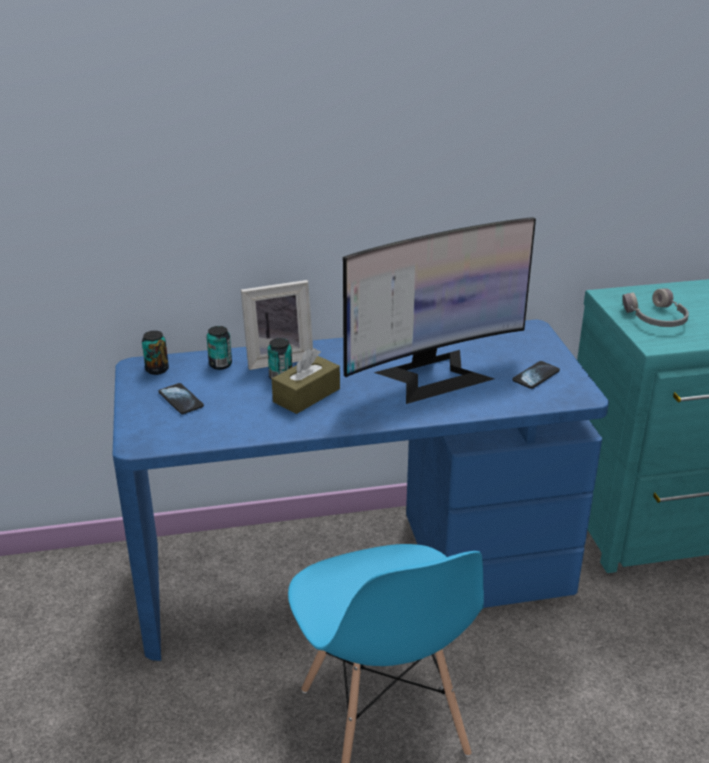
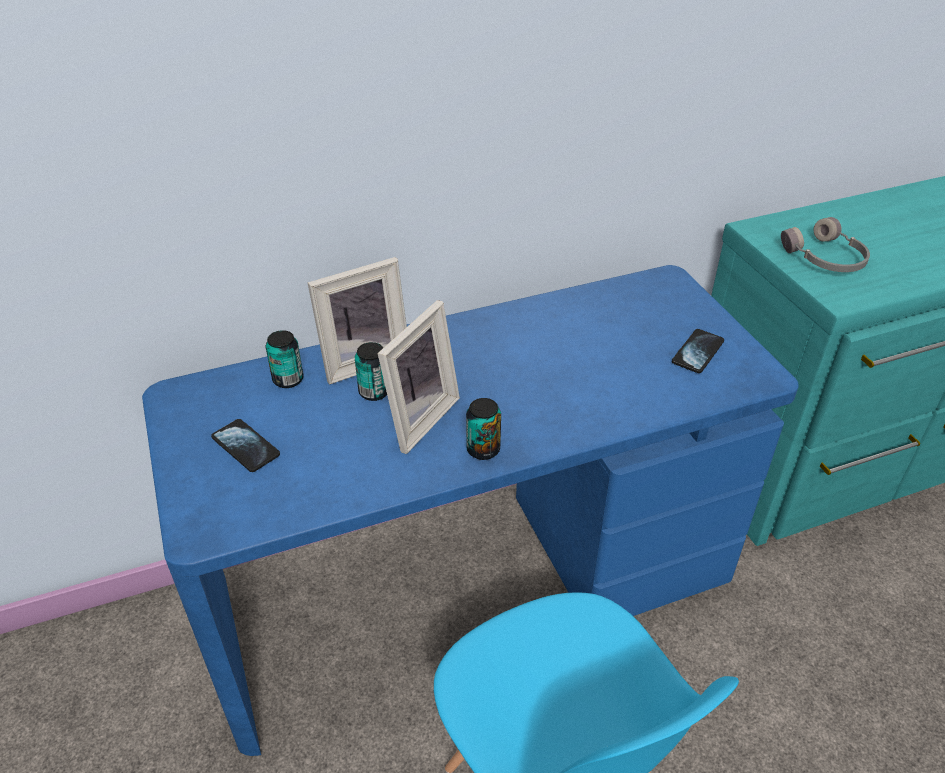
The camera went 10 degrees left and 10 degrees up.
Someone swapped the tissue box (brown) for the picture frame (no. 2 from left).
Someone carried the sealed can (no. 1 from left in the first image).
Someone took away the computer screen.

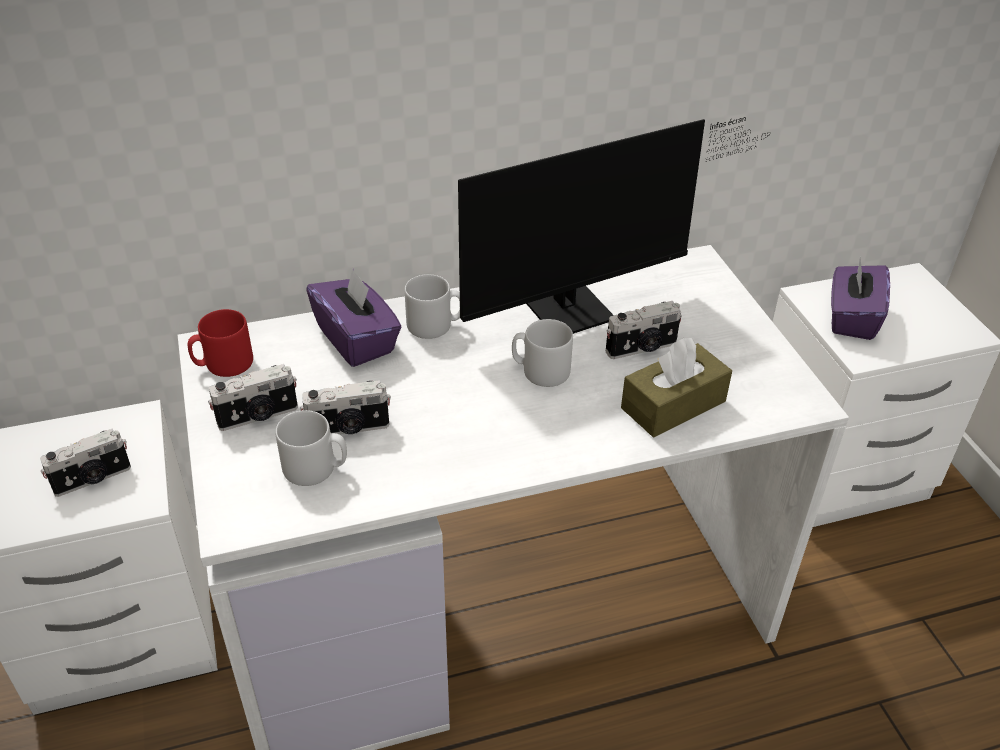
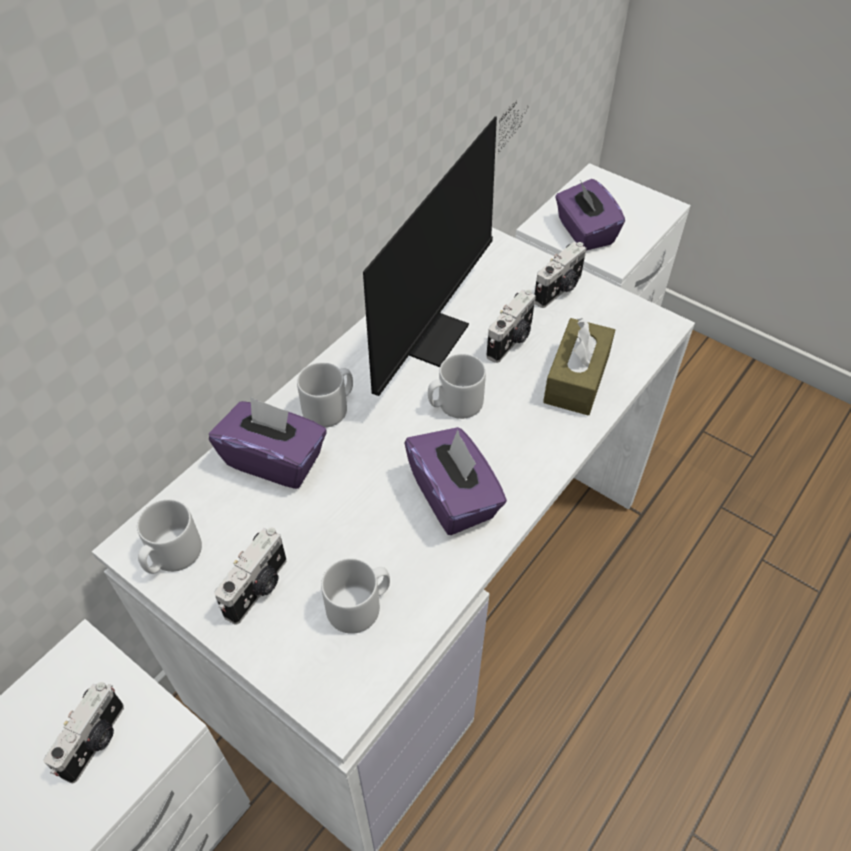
The camera went 35 degrees left and 10 degrees up.
Someone repainted the mug (red), which became the mug (greyish) (no. 1 from left).
Someone put down the tissue box (purplish) (no. 2 from left).
Someone carried the still camera (no. 3 from left in the first image).

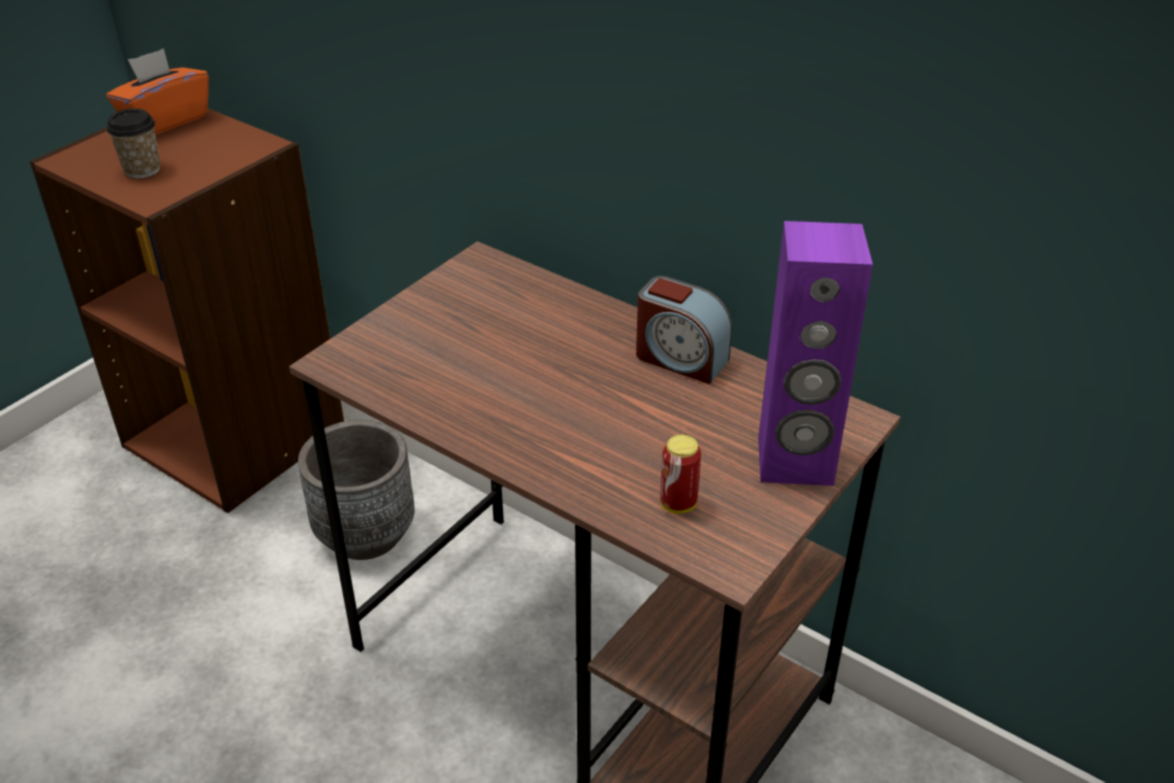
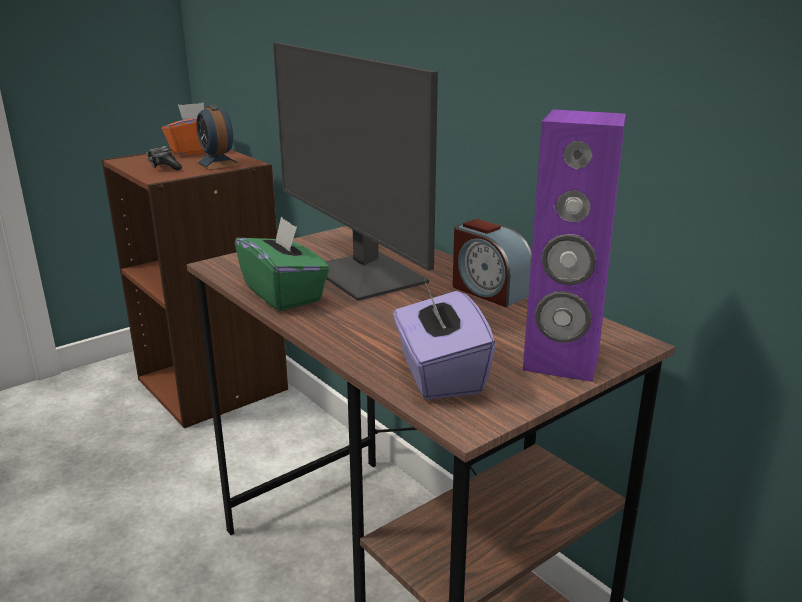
The camera went 15 degrees right and 15 degrees down.
Someone swapped the drinking cup for the game controller.
Someone put down the table clock (no. 1 from left).
Someone put down the tissue box (green-coloured).
Someone put down the computer screen.
Someone swapped the sealed can for the tissue box (purplish).
Someone took away the plant pot (greyish).

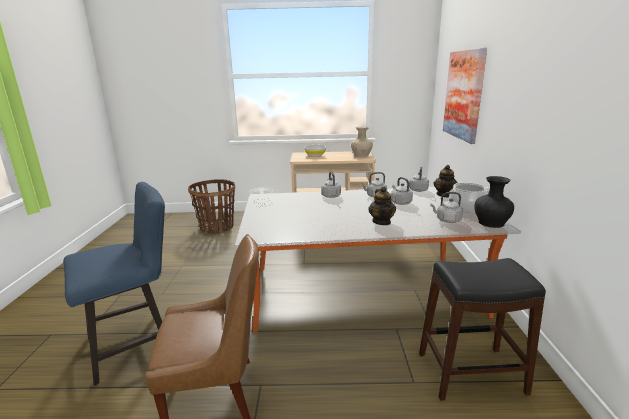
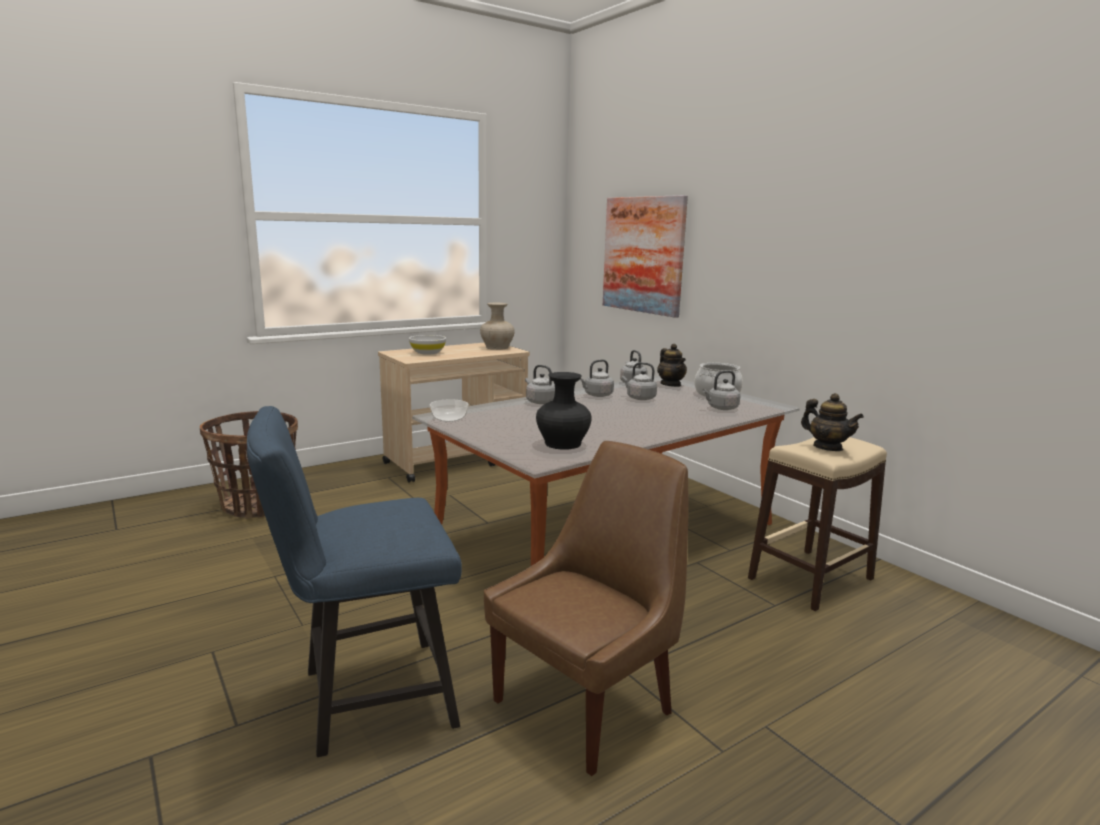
The camera went 35 degrees left and 5 degrees down.
Someone rotated the upright chair (blue) by 135 degrees counterclockwise.
Someone carried the vase (black).
Someone repainted the stool seat (black), which became the stool seat (beige).
Someone carried the teapot (no. 1 from left in the first image).

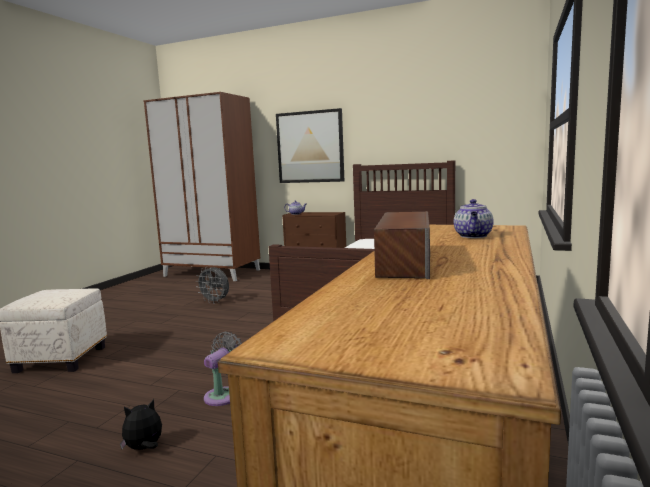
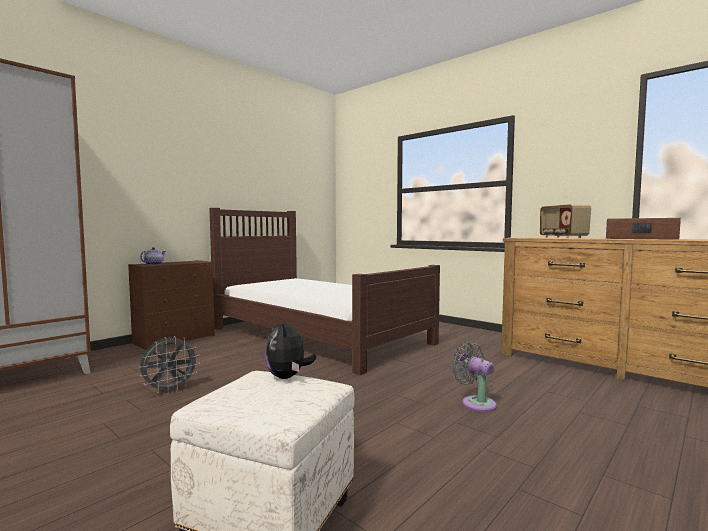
The camera went 70 degrees left and 5 degrees down.
Someone carried the cuddly toy.
Someone swapped the teapot (no. 2 from left) for the radio receiver.
Someone took away the picture.

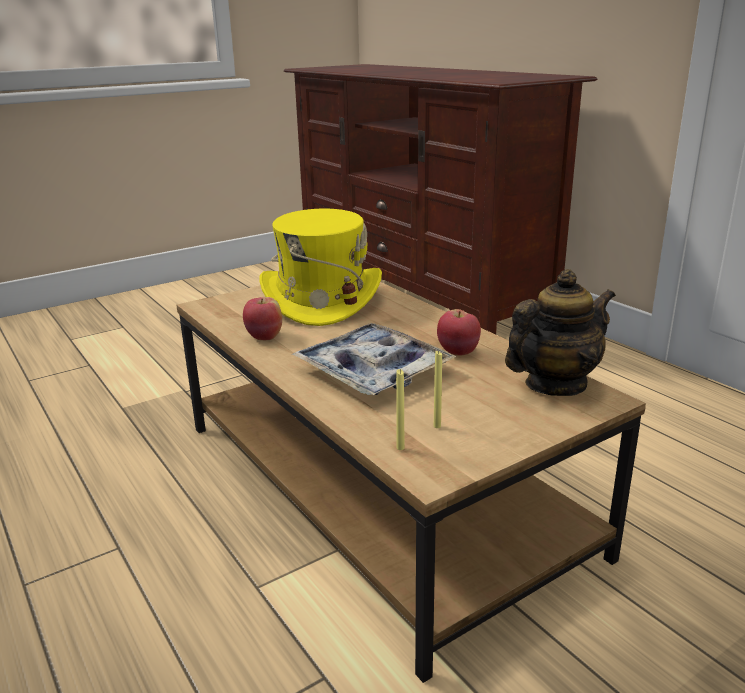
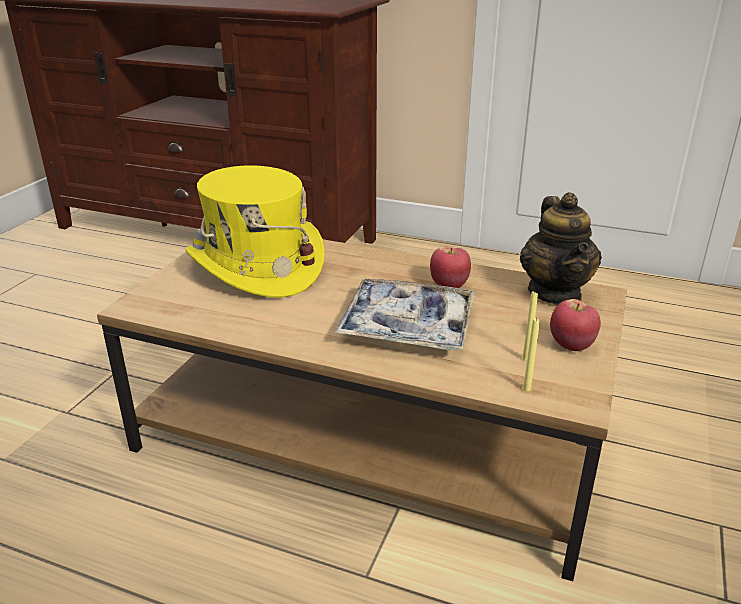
The camera went 35 degrees left and 5 degrees up.
Someone rotated the teapot by 150 degrees clockwise.
Someone carried the apple fruit (no. 1 from left in the first image).

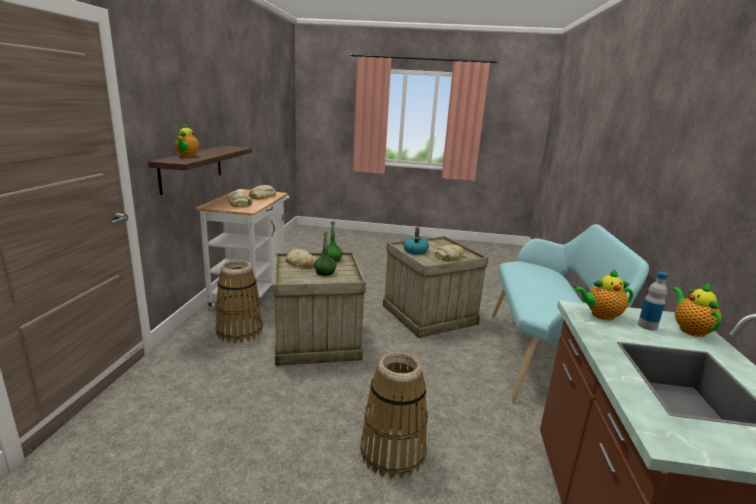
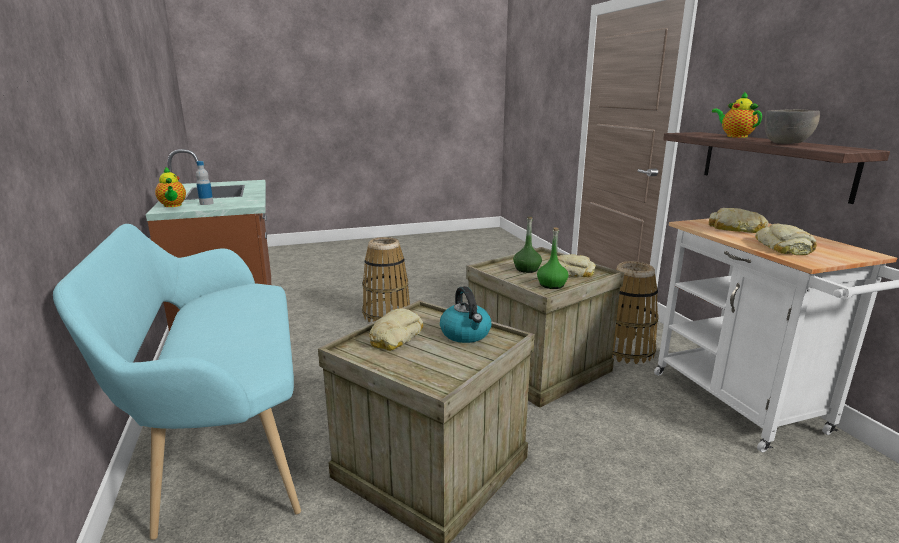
The camera went 155 degrees right and 0 degrees up.
Someone put down the serving bowl (greyish).
Someone took away the teapot (no. 2 from left).

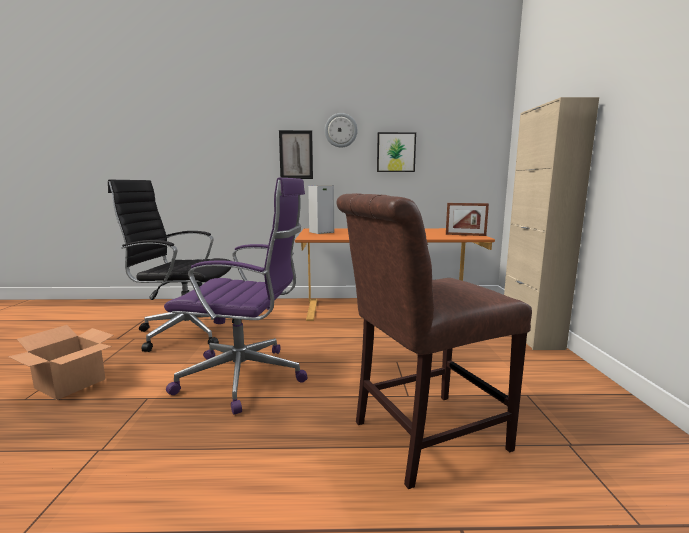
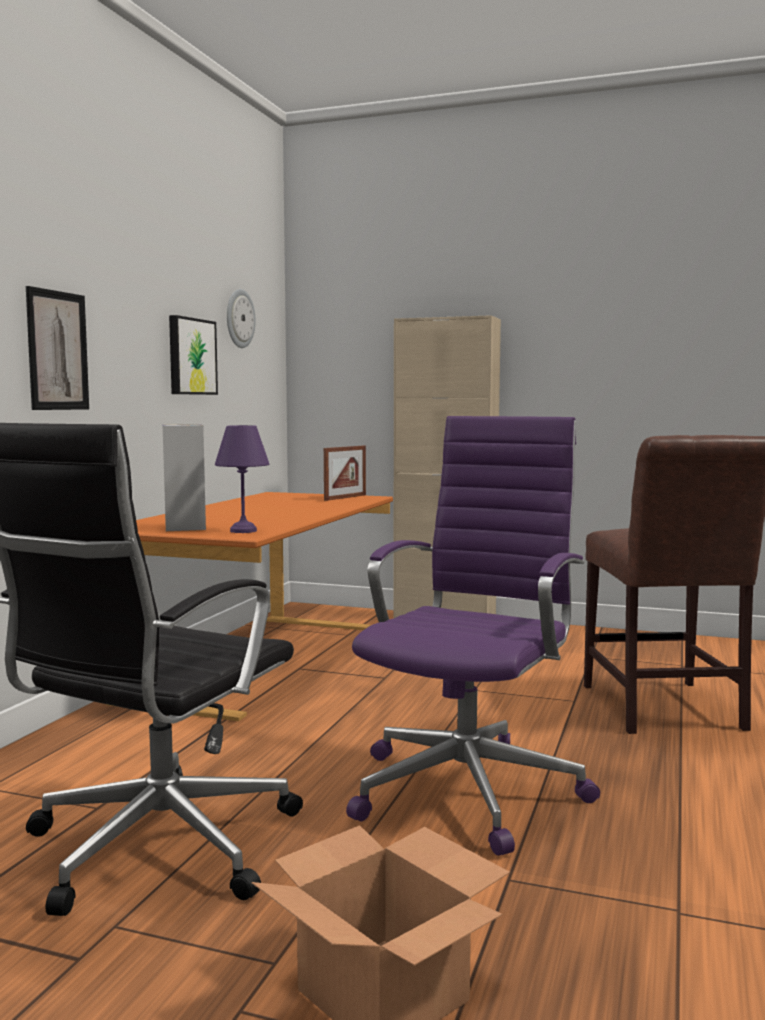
The camera went 70 degrees left and 5 degrees down.
Someone put down the tabletop lamp (purplish).
Someone carried the hanging clock.

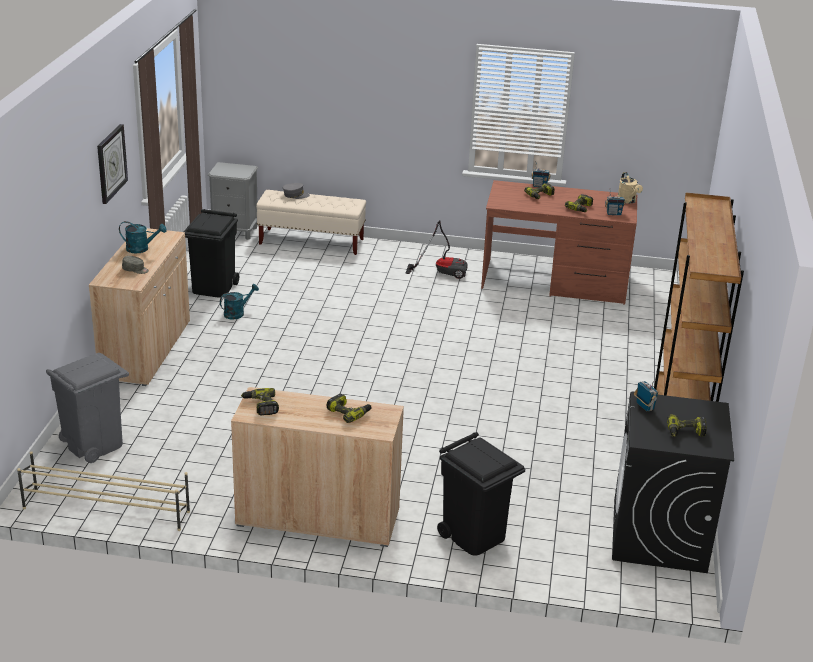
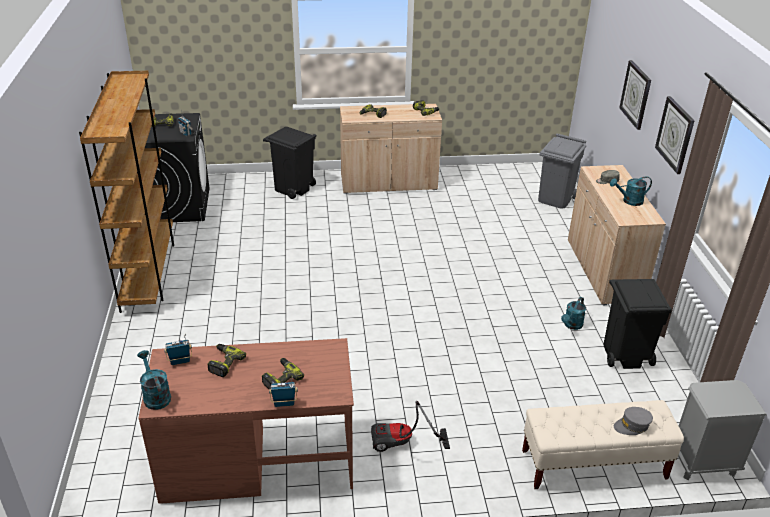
The camera went 165 degrees right and 5 degrees up.
Someone repainted the watering can (beige), which became the watering can (turquoise-coloured) (no. 1 from left).
Someone put up the hanging clock (no. 1 from left).
Someone took away the shoe shelf (beige).

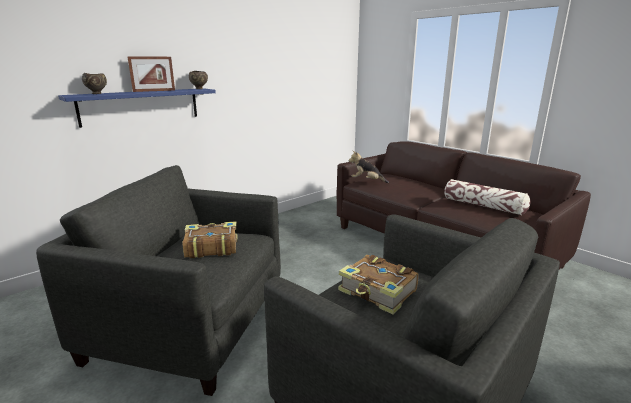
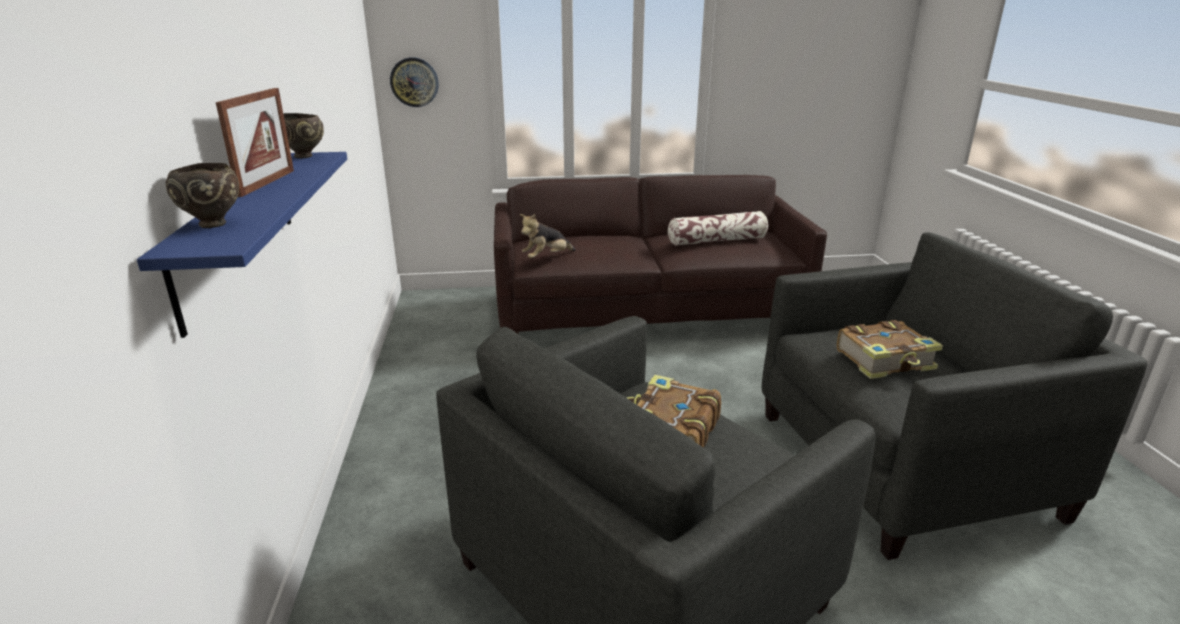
The camera went 55 degrees left and 5 degrees up.
Someone put up the hanging clock.

